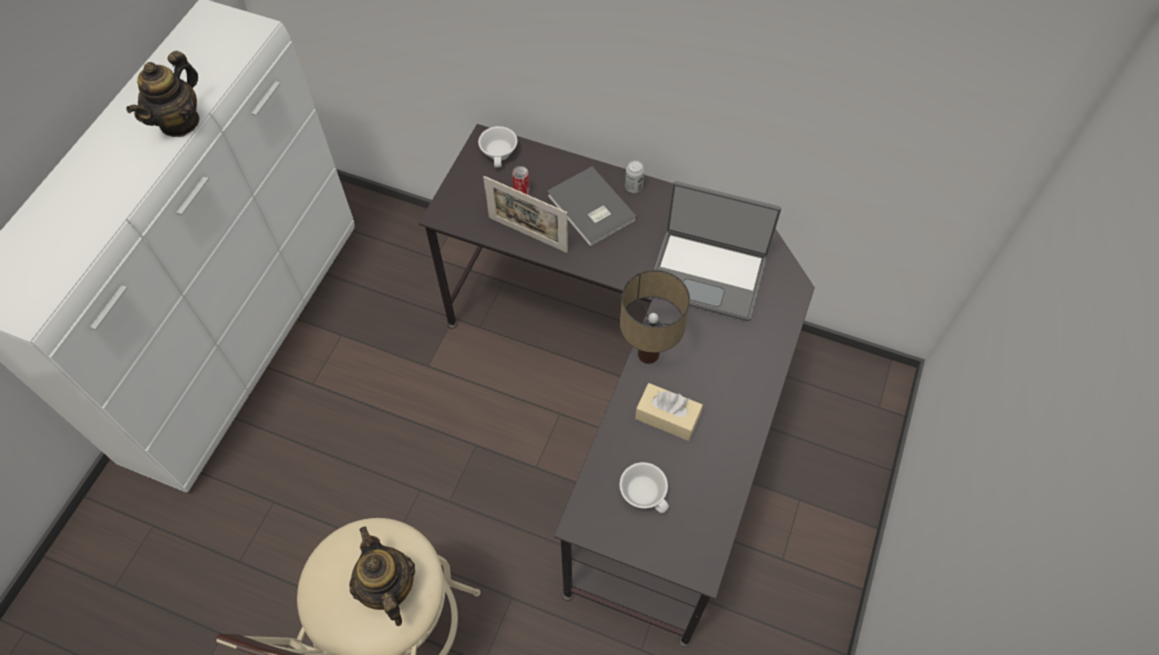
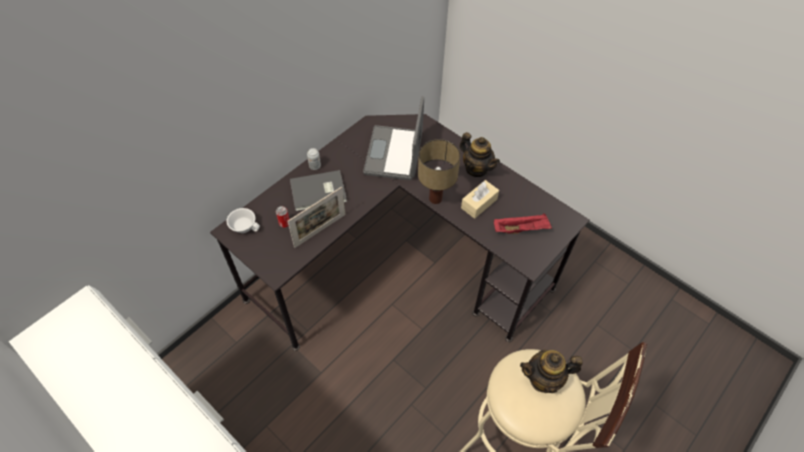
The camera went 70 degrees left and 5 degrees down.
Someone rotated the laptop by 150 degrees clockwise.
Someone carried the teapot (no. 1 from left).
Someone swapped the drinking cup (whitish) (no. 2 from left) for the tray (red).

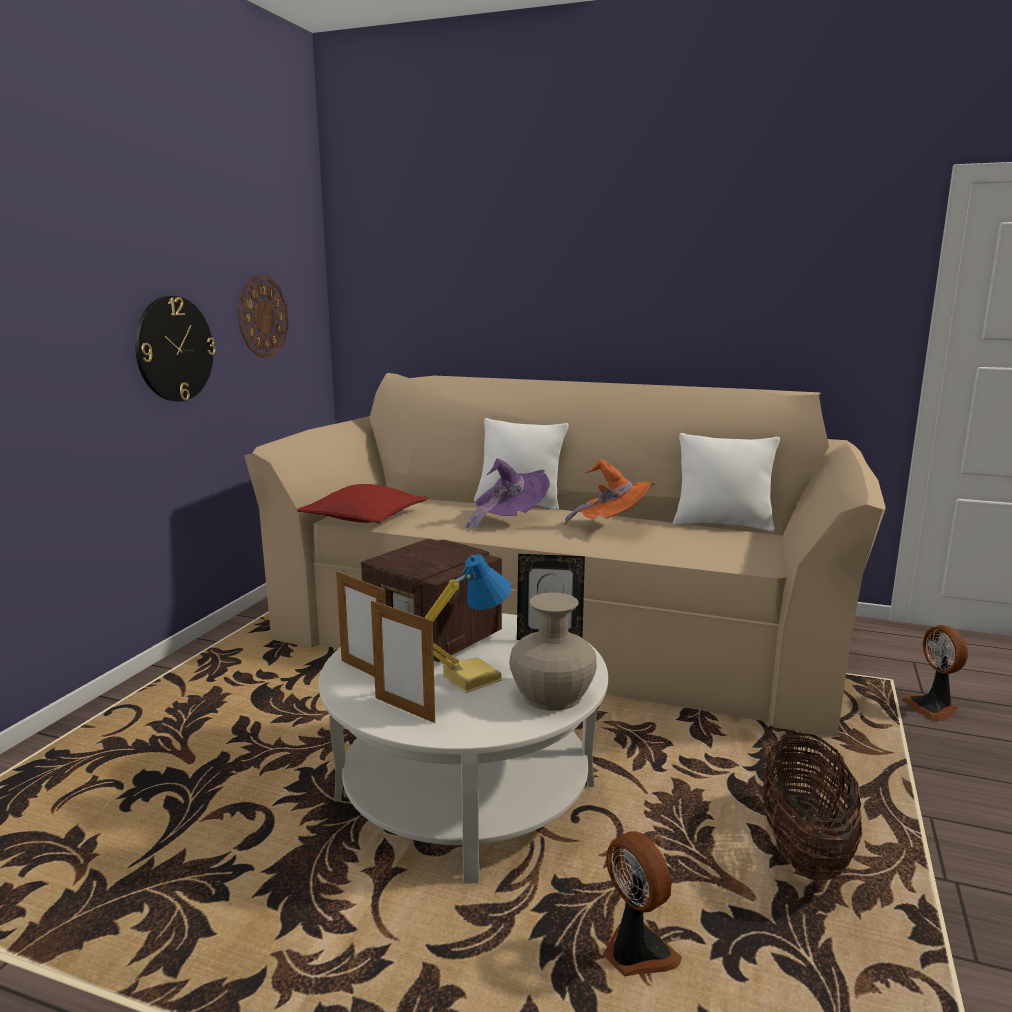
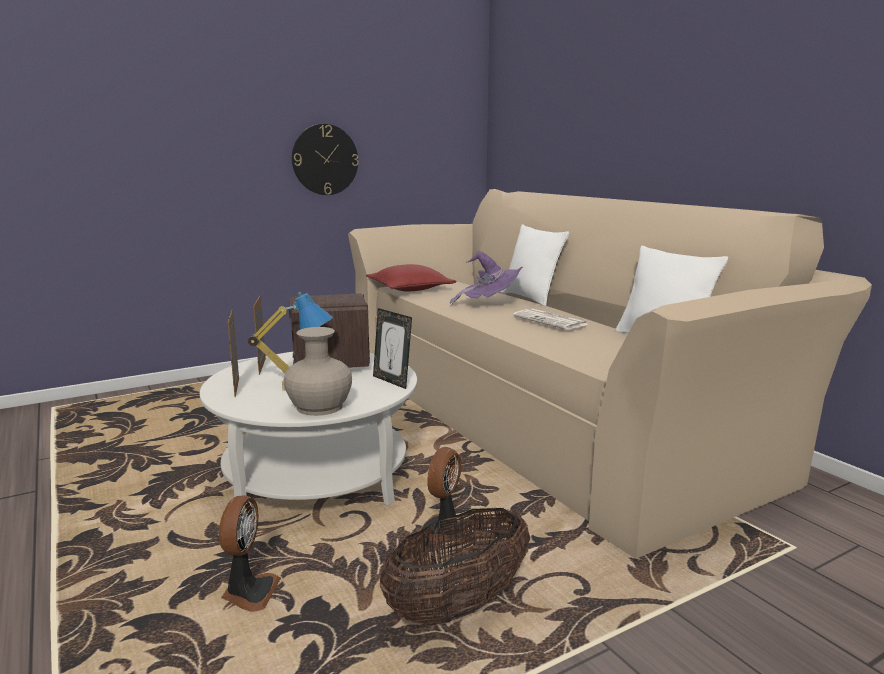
The camera went 40 degrees right and 0 degrees up.
Someone carried the fan (no. 2 from left).
Someone swapped the hat (orange-coloured) for the daily paper.
Someone took away the hanging clock (no. 2 from left).

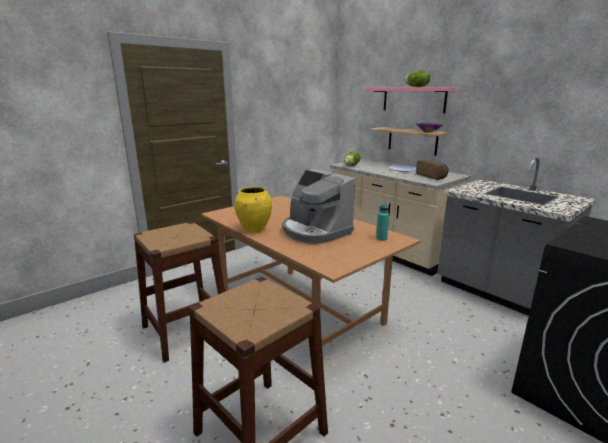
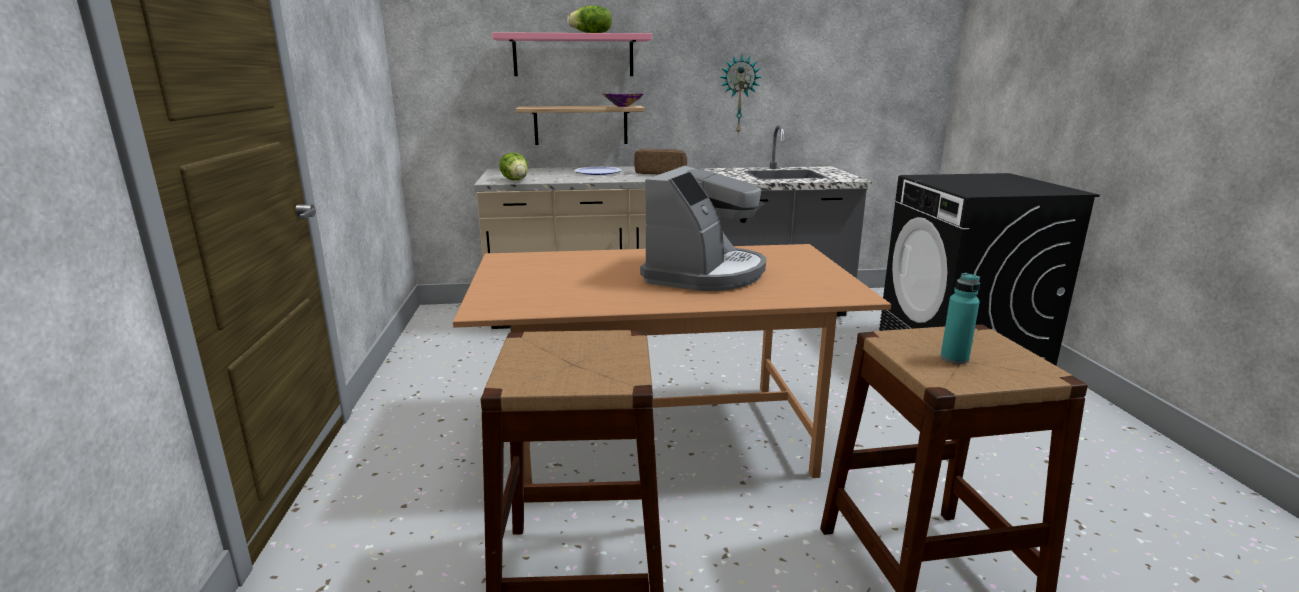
The camera went 55 degrees left and 0 degrees up.
Someone rotated the coffee maker by 60 degrees counterclockwise.
Someone put up the hanging clock.
Someone carried the beverage bottle (turquoise-coloured).
Someone took away the vase (yellow).

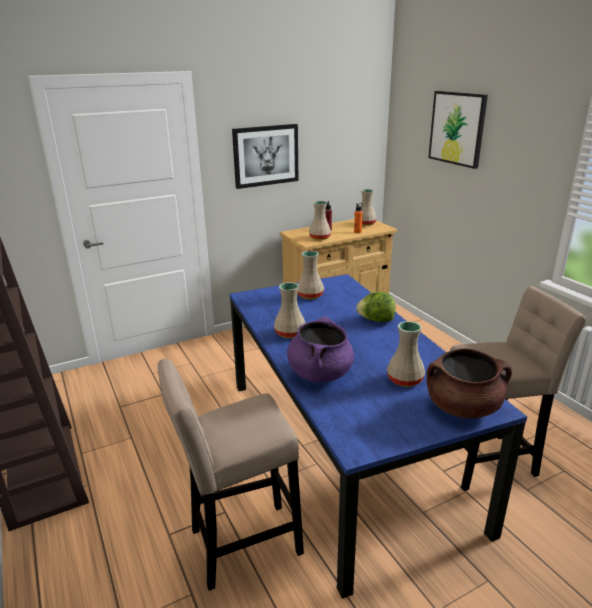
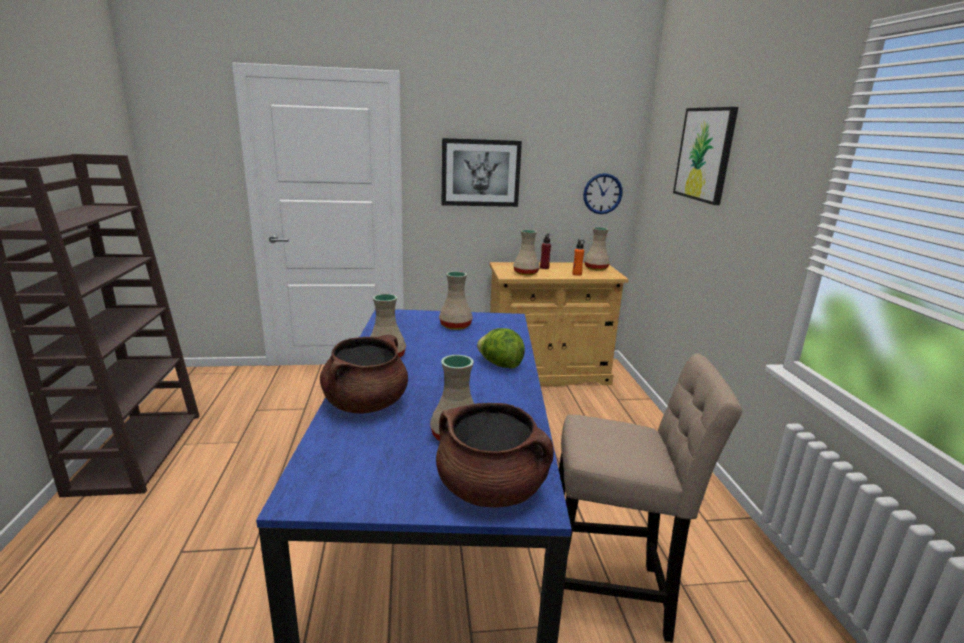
The camera went 20 degrees right and 5 degrees down.
Someone repainted the stockpot (purplish), which became the stockpot (brown) (no. 1 from left).
Someone put up the hanging clock.
Someone took away the stool seat (beige) (no. 1 from left).

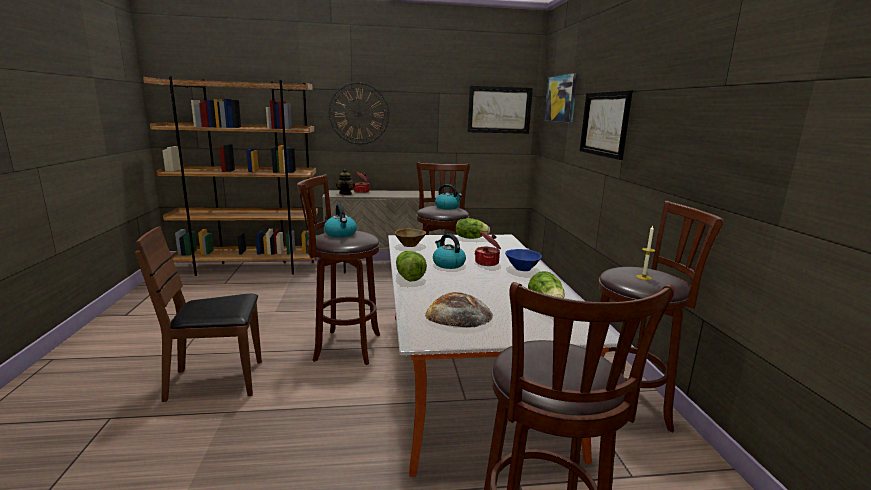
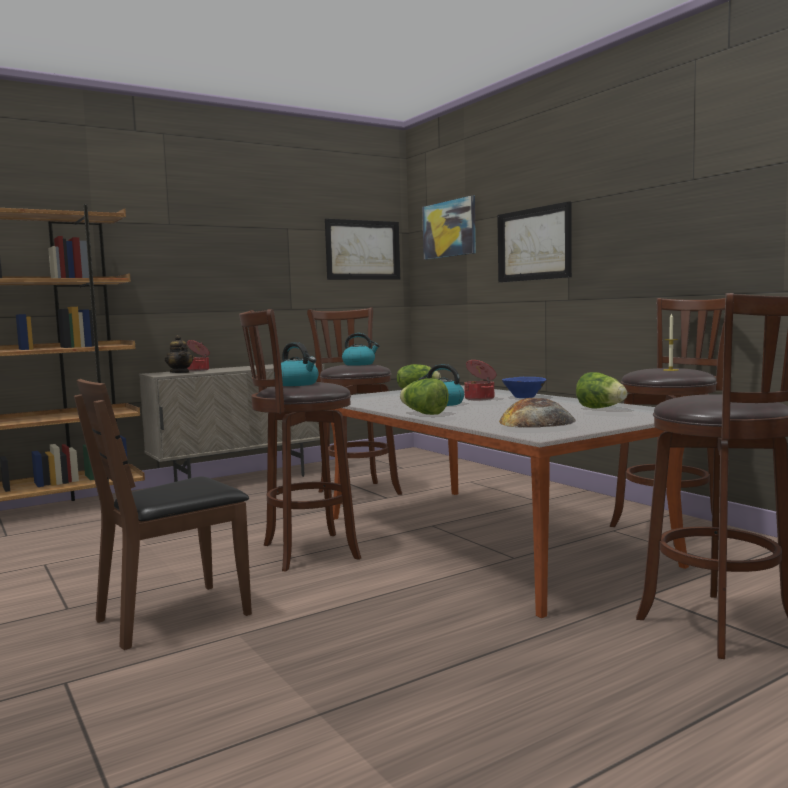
The camera went 25 degrees left and 10 degrees down.
Someone took away the hanging clock.
Someone took away the serving bowl (brown).

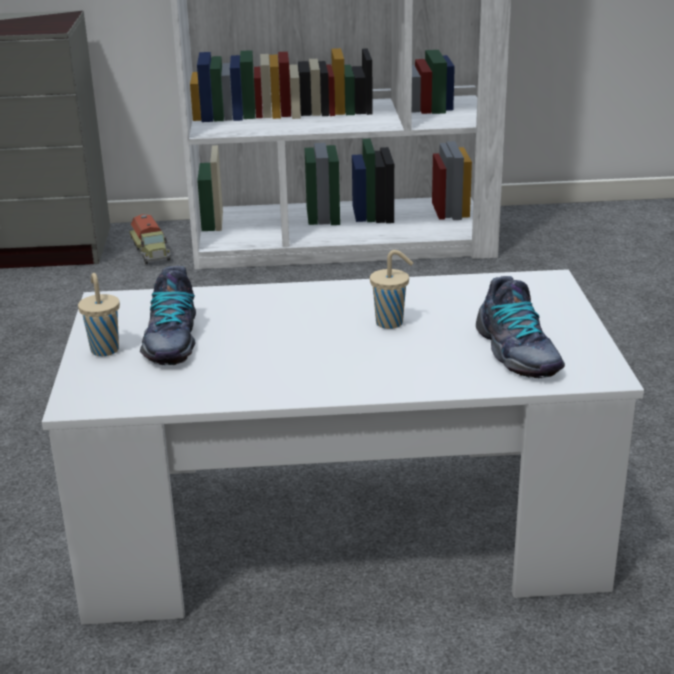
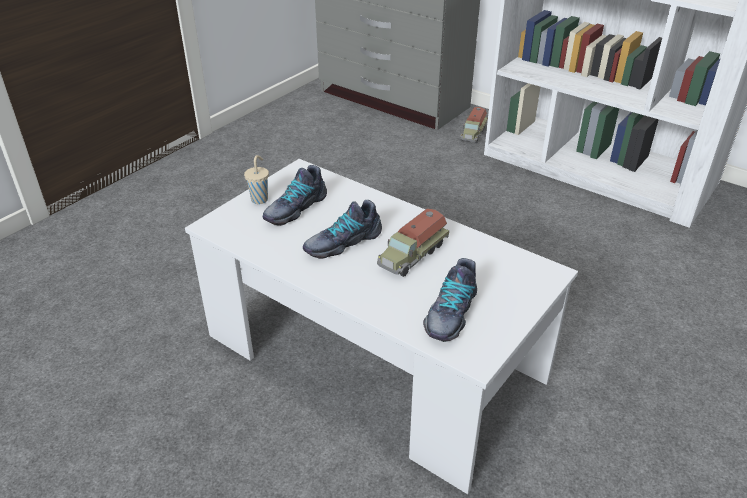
The camera went 40 degrees right and 10 degrees up.
Someone put down the shoe (no. 2 from left).
Someone swapped the drinking cup (beige) (no. 2 from left) for the model truck (no. 1 from left).

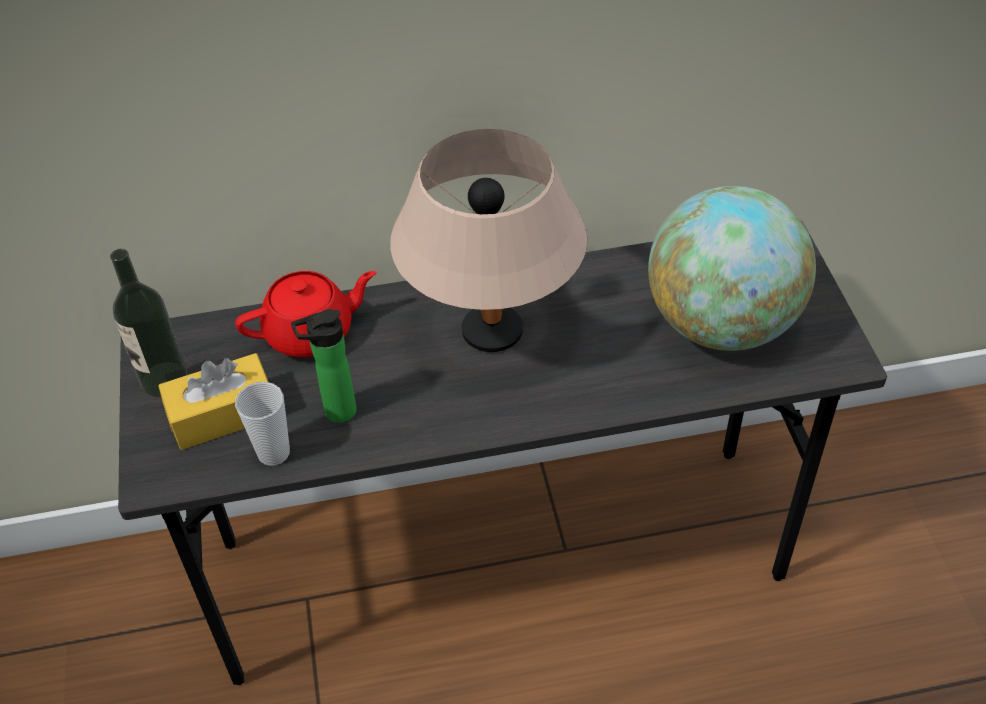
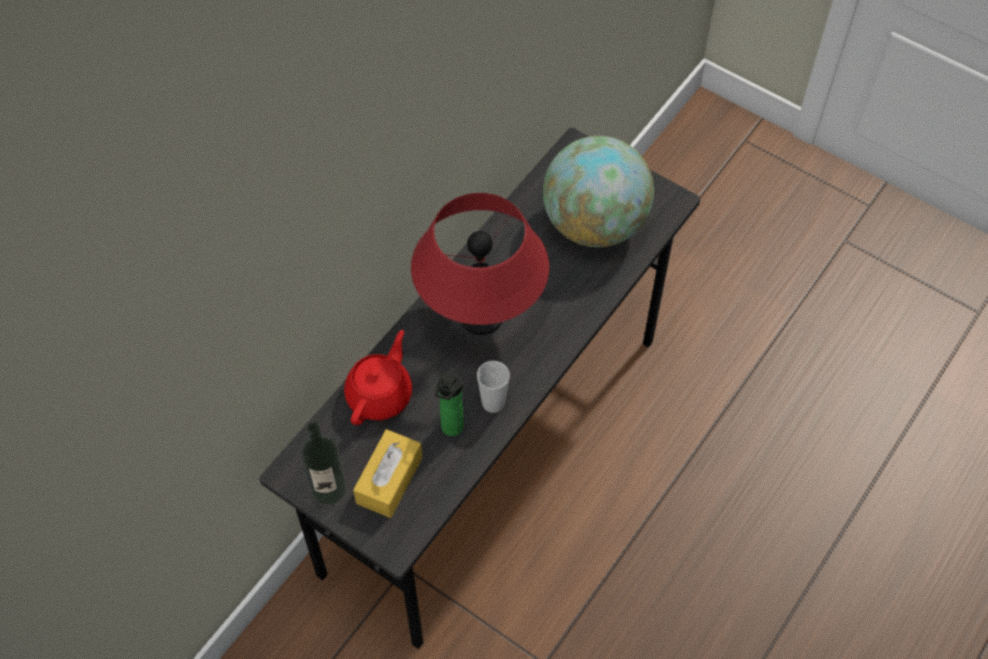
The camera went 45 degrees left and 10 degrees up.
Someone repainted the tabletop lamp (beige), which became the tabletop lamp (red).
Someone carried the drinking cup.

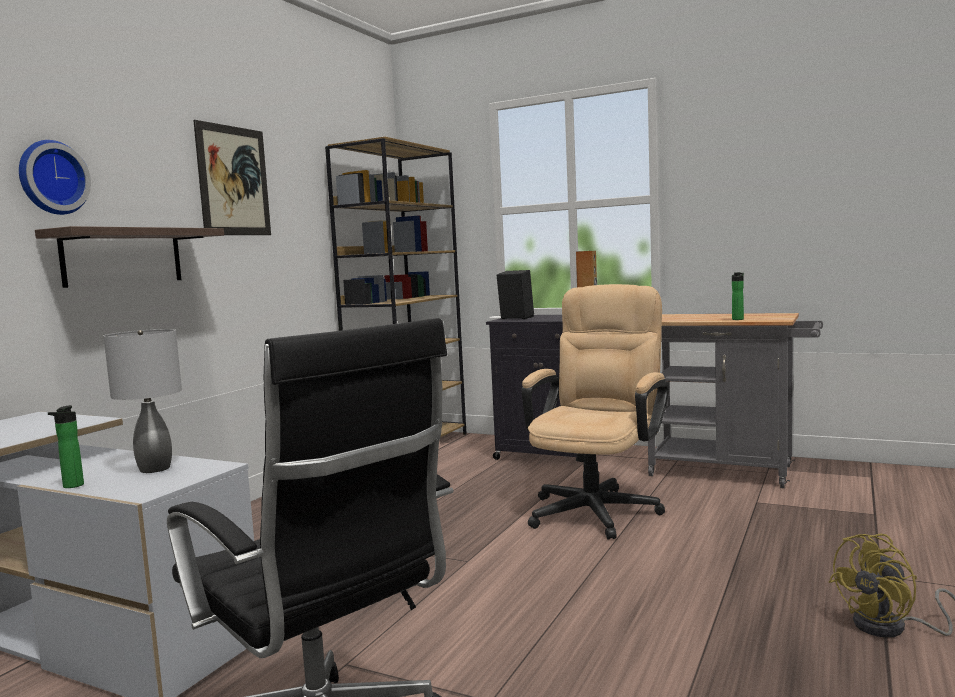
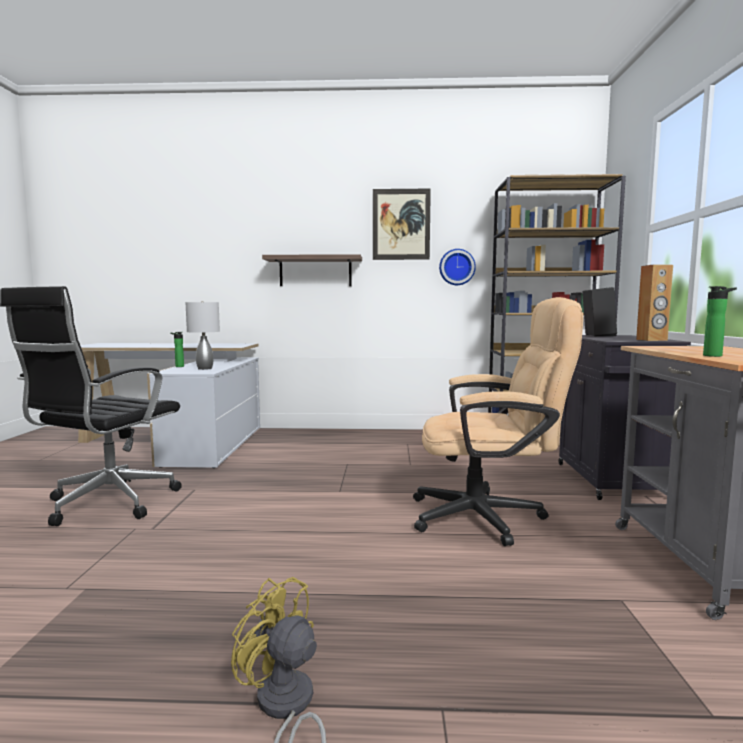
The camera went 65 degrees right and 0 degrees up.
Someone carried the hanging clock.

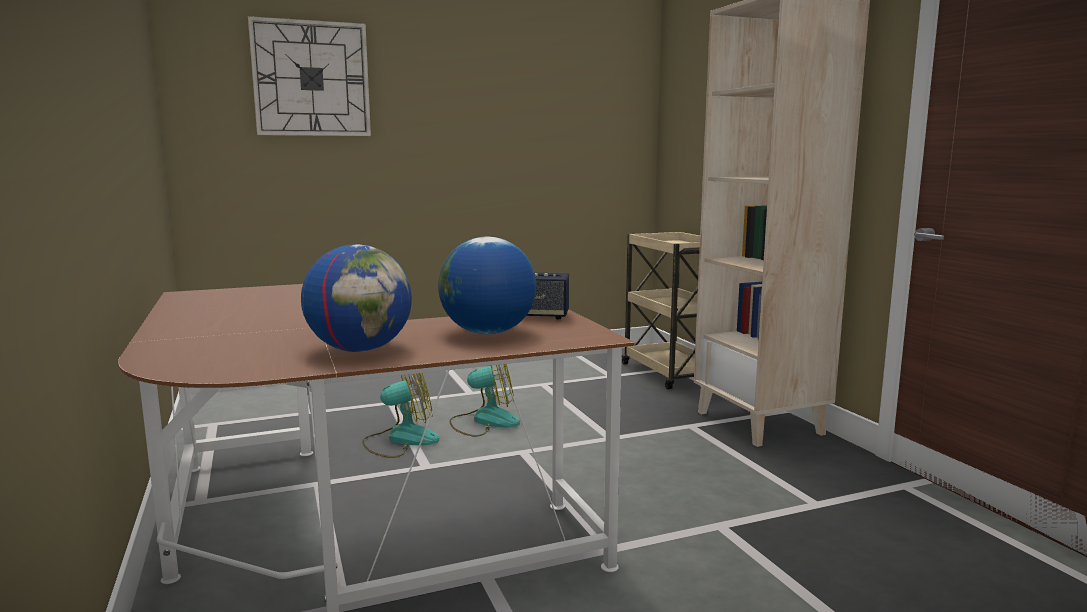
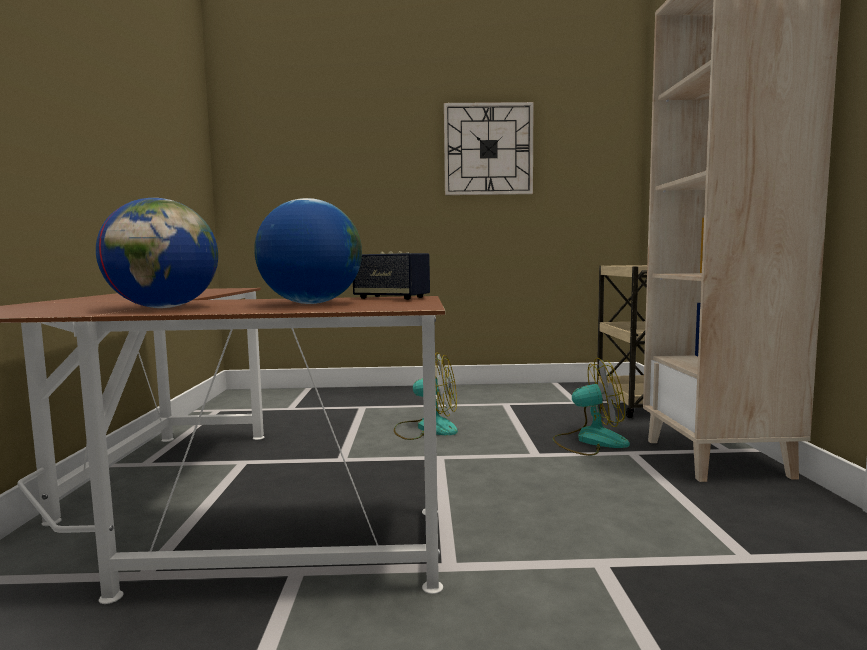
The camera went 20 degrees right and 5 degrees down.
Someone carried the hanging clock.
Someone carried the fan (no. 1 from left in the first image).

